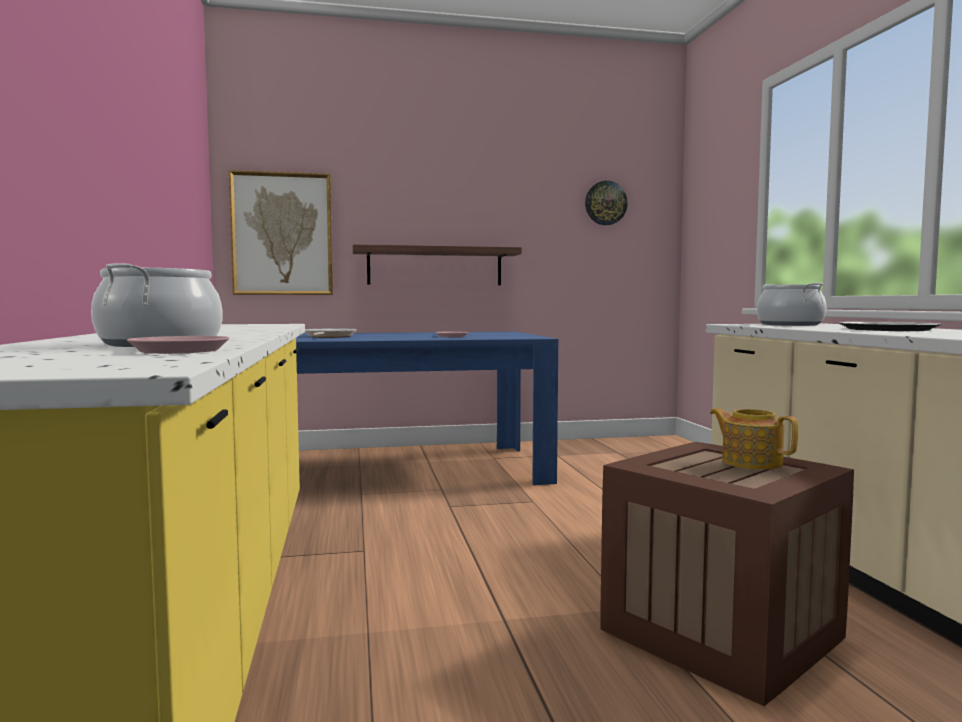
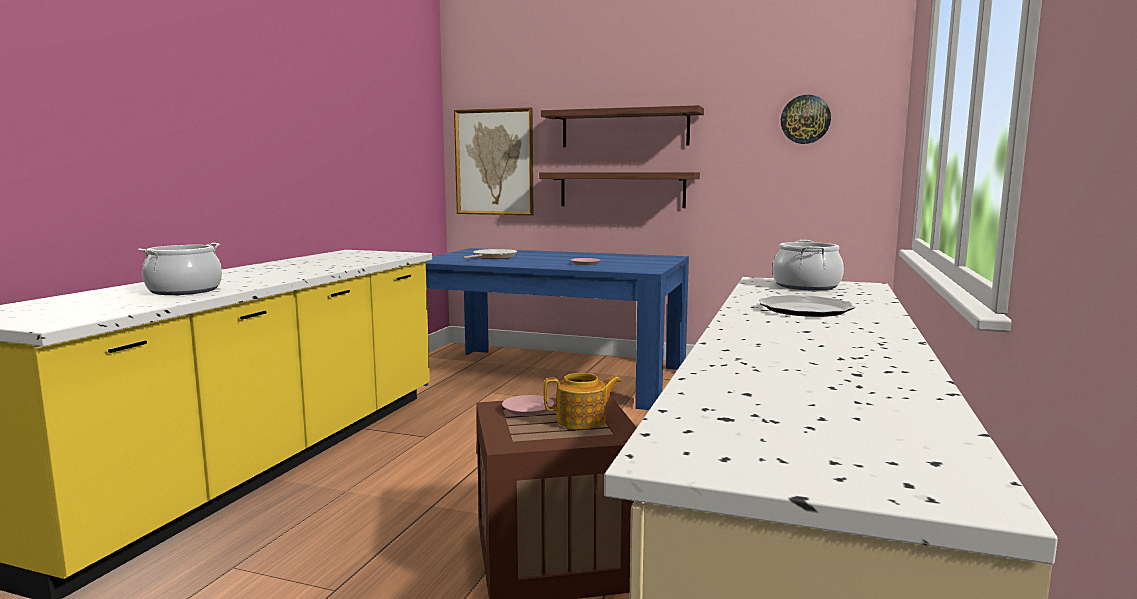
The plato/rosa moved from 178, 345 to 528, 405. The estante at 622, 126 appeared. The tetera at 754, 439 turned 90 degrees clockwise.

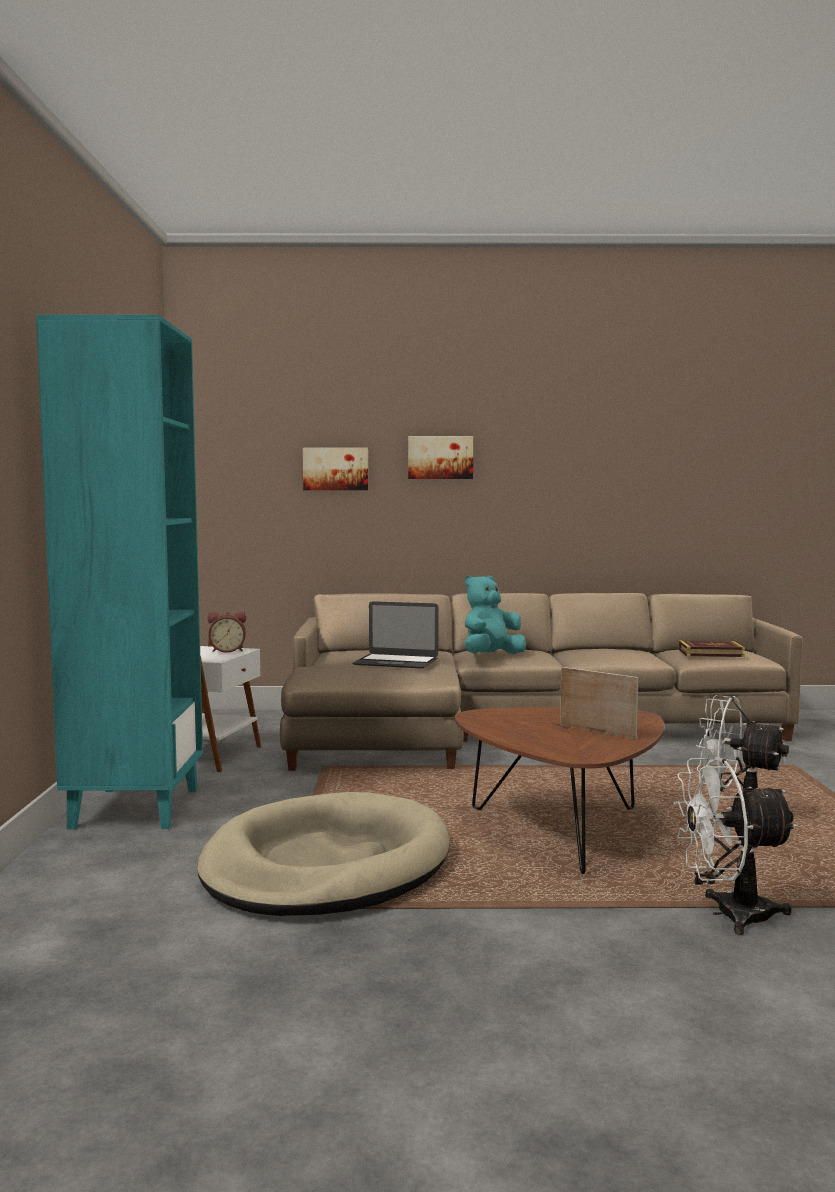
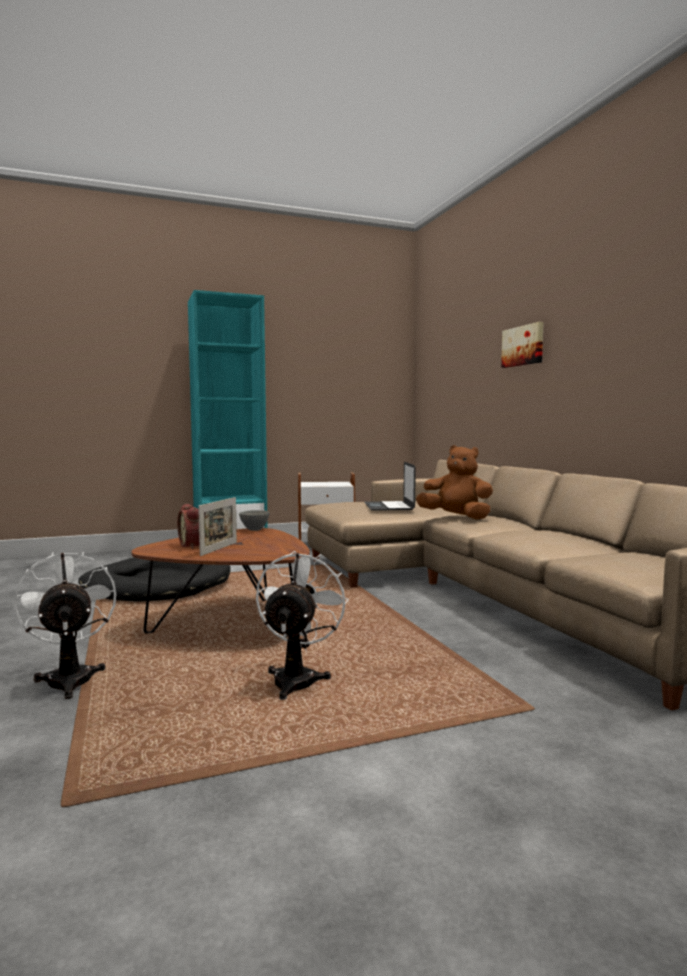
The cama para perro/beis at 323, 854 became the cama para perro/negro at 154, 579. The despertador moved from 227, 632 to 188, 526. The cuenco/gris at 254, 520 appeared. The peluche/turquesa at 495, 614 became the peluche/marrón at 454, 482. The cuadro at 335, 468 disappeared. The libro at 711, 648 disappeared.

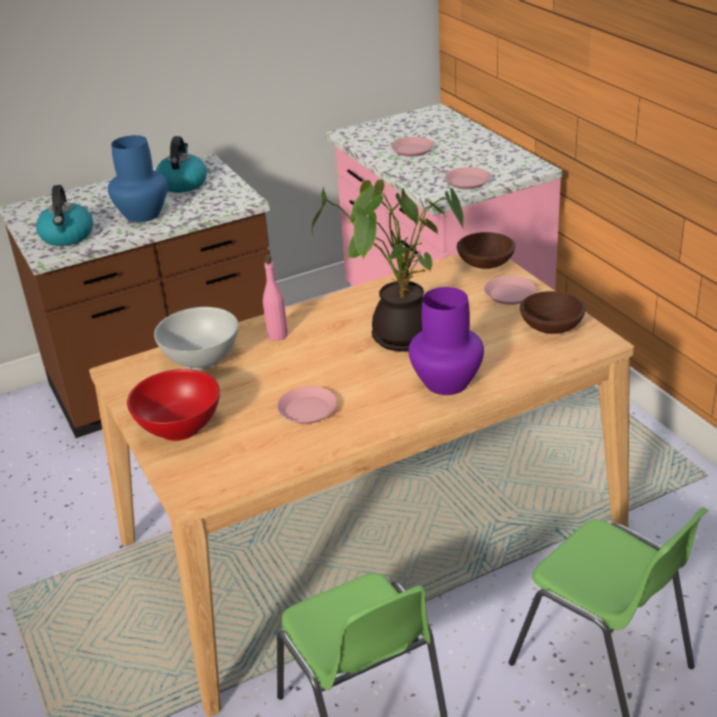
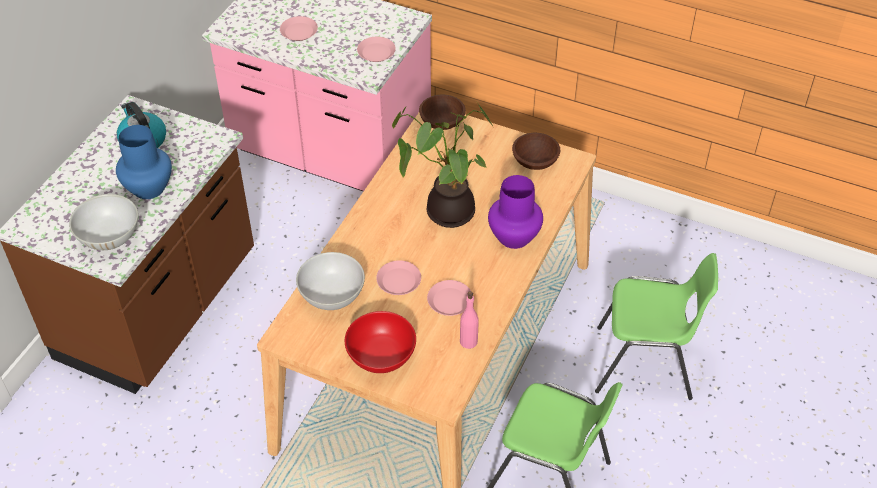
The hervidor at 64, 215 was replaced by the cuenco/blanco at 103, 222. The plato/rosa moved from 510, 290 to 398, 277. The botella/rosa moved from 275, 298 to 469, 320.

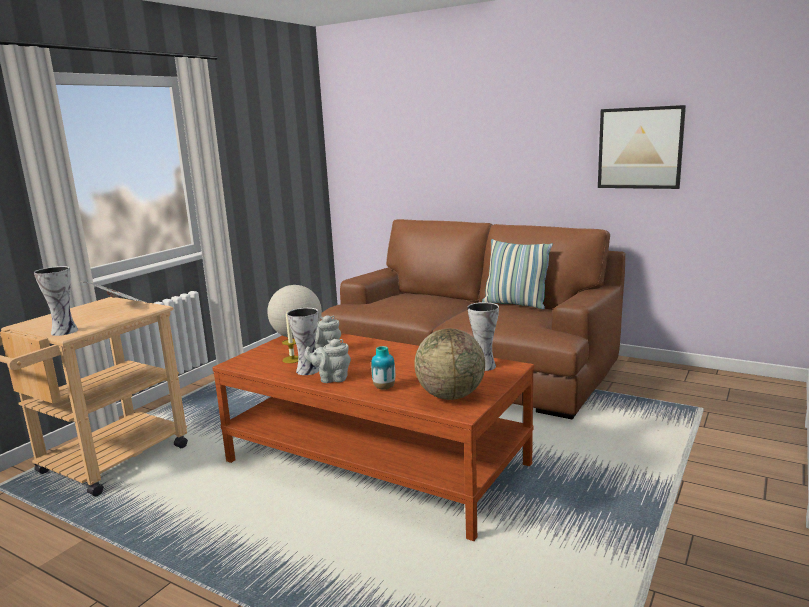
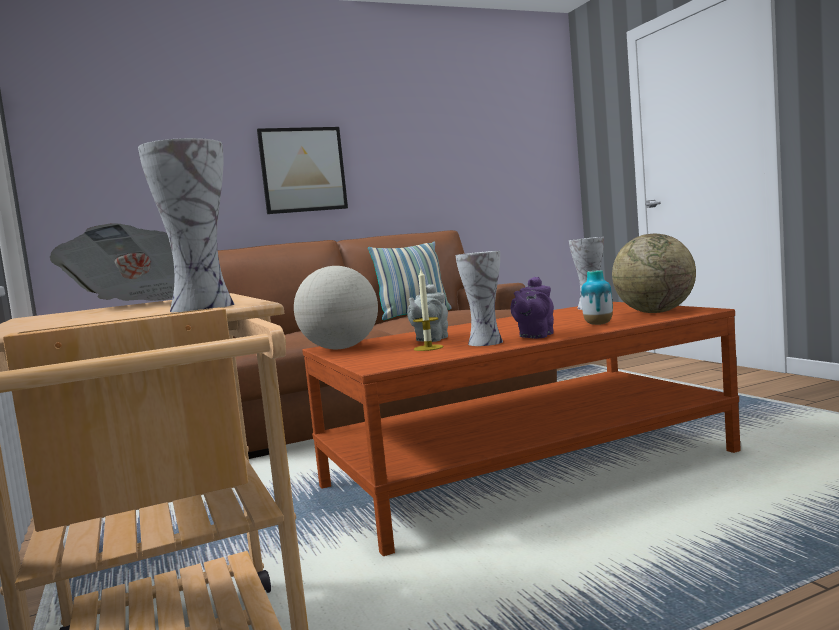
The cuadro moved from 642, 147 to 302, 170. The tetera/gris at 327, 361 became the tetera/morado at 532, 308.

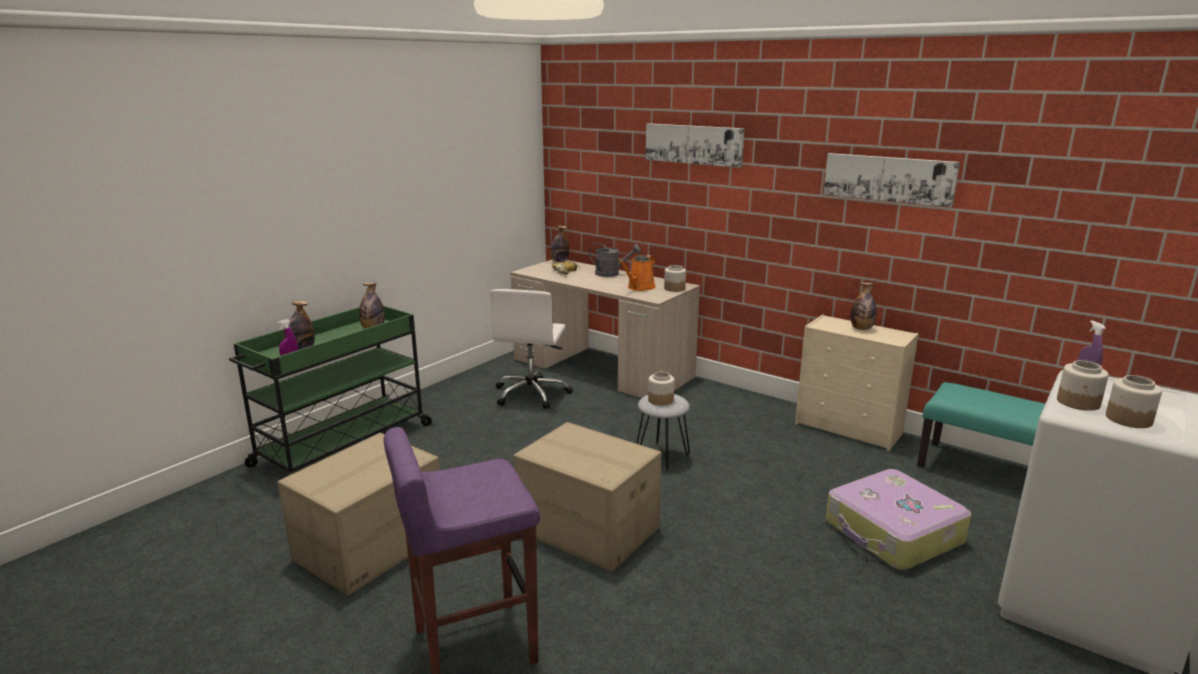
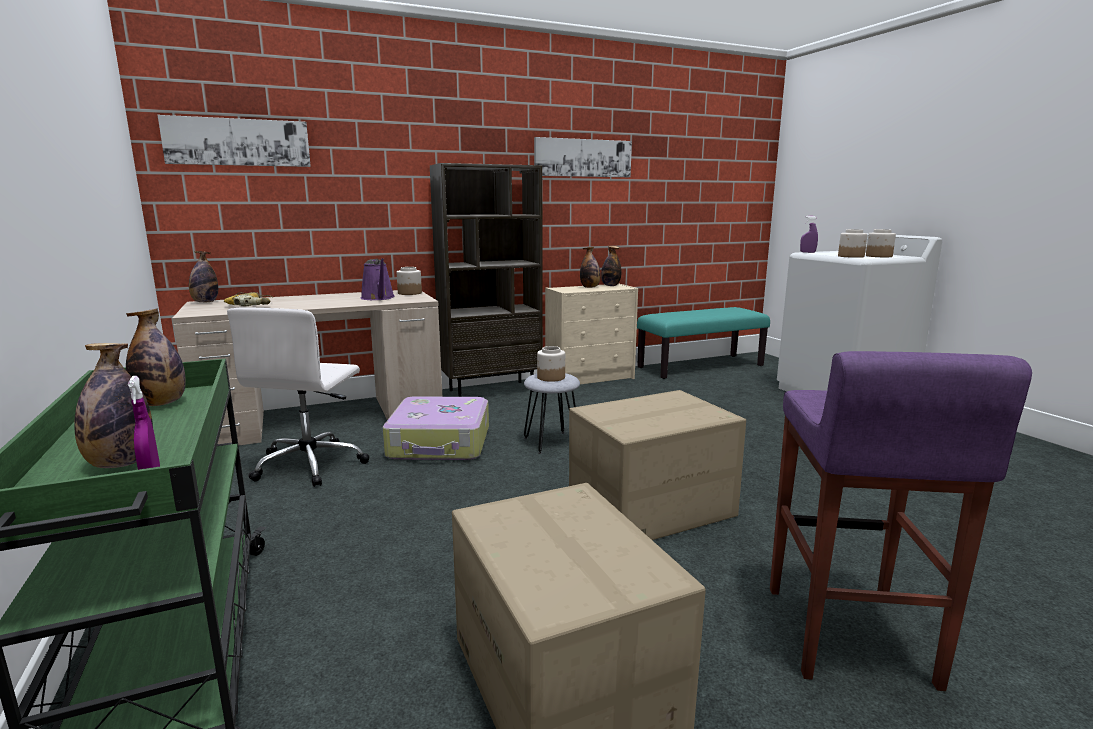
The cuadro moved from 695, 145 to 234, 141. The silla de oficina/blanco at 531, 349 turned 60 degrees clockwise. The regadera/naranja at 637, 273 became the regadera/morado at 378, 279. The maleta moved from 898, 519 to 436, 428. The estantería/marrón at 486, 280 appeared. The botella at 611, 266 appeared. The regadera/gris at 615, 260 disappeared.

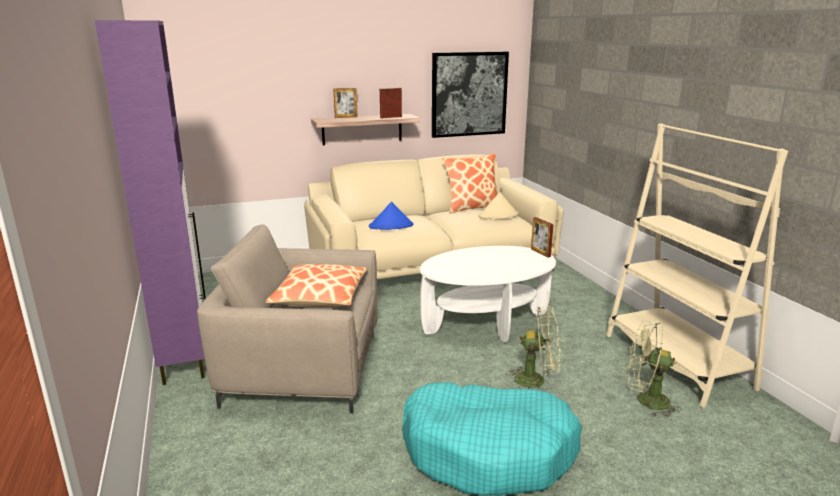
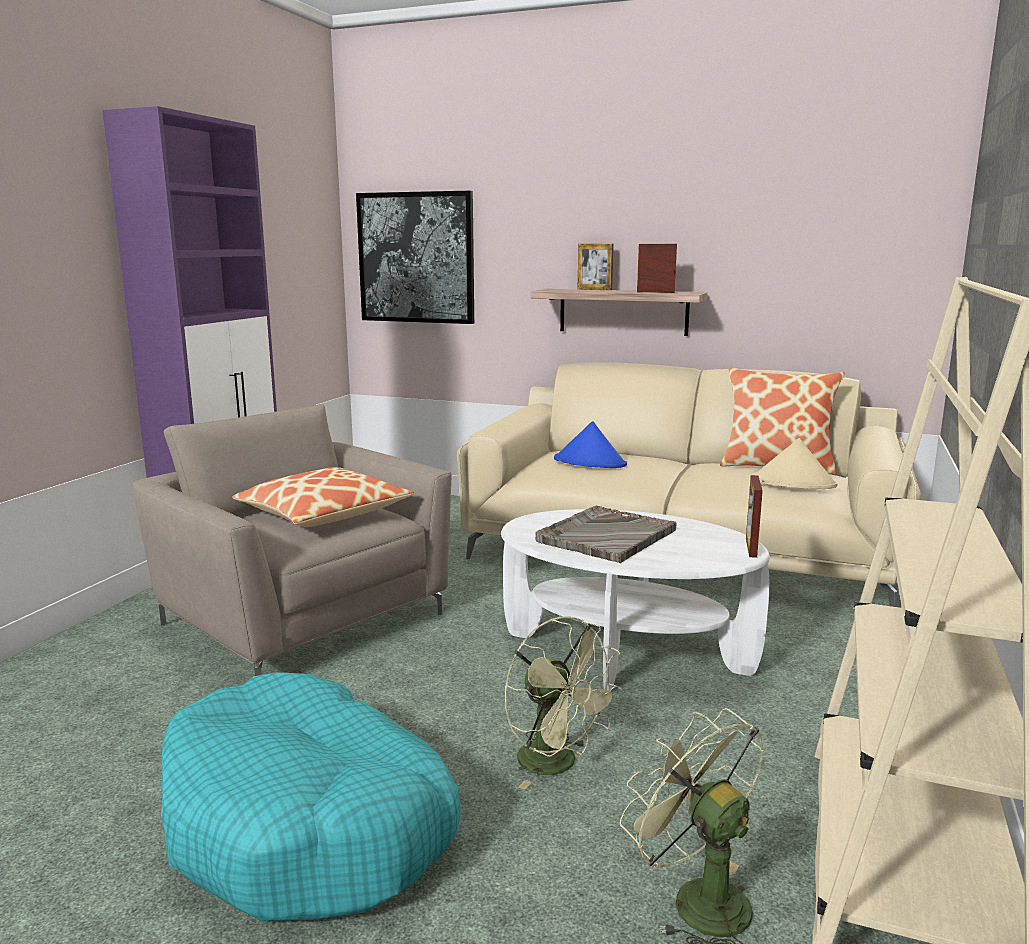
The cuadro moved from 470, 95 to 415, 257. The bandeja/gris at 606, 534 appeared.

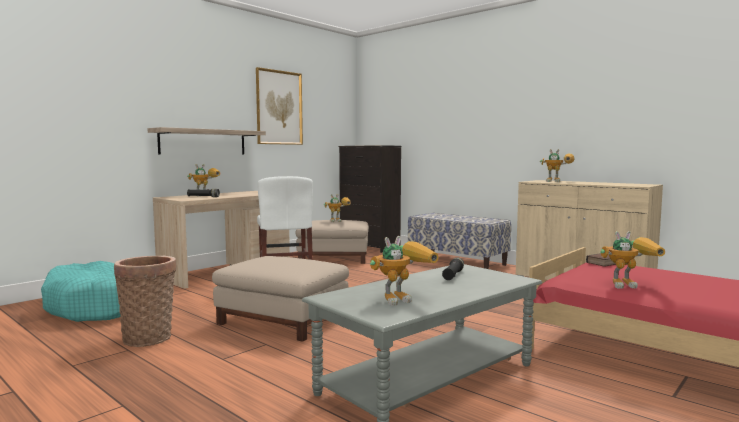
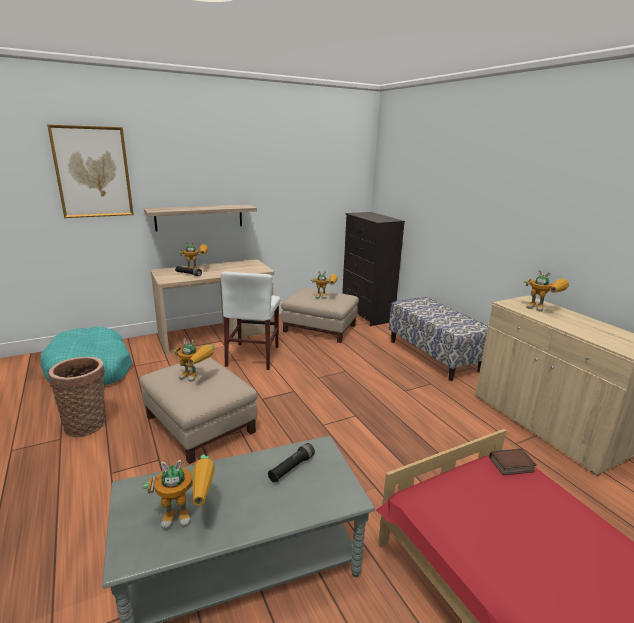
The cuadro moved from 279, 106 to 90, 171. The robot de juguete moved from 632, 260 to 194, 360.

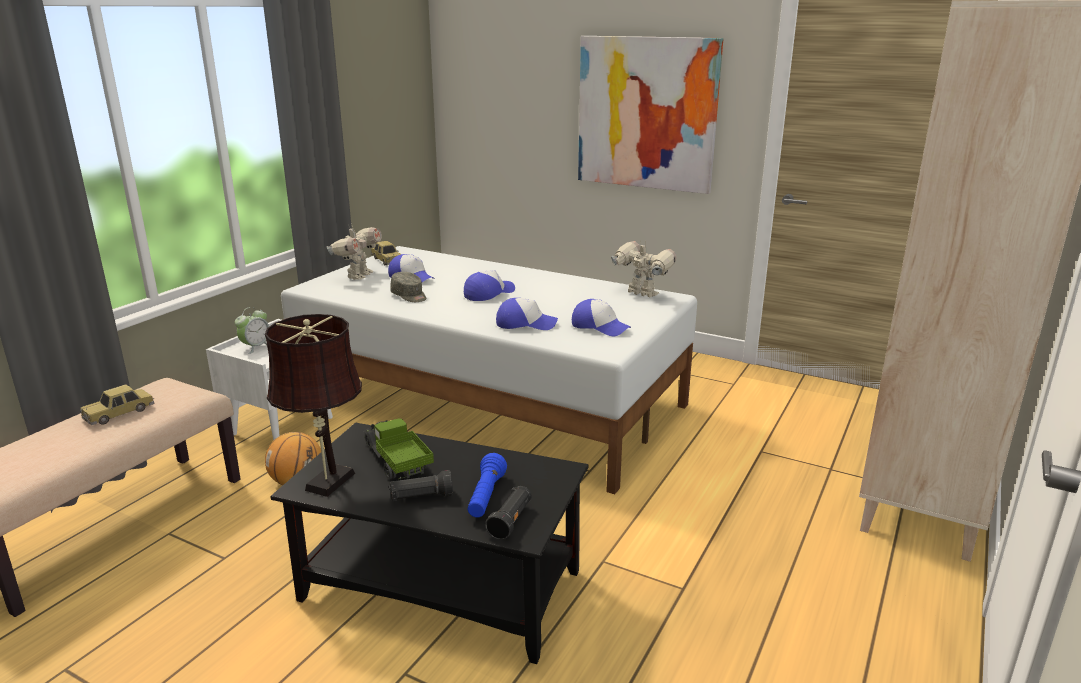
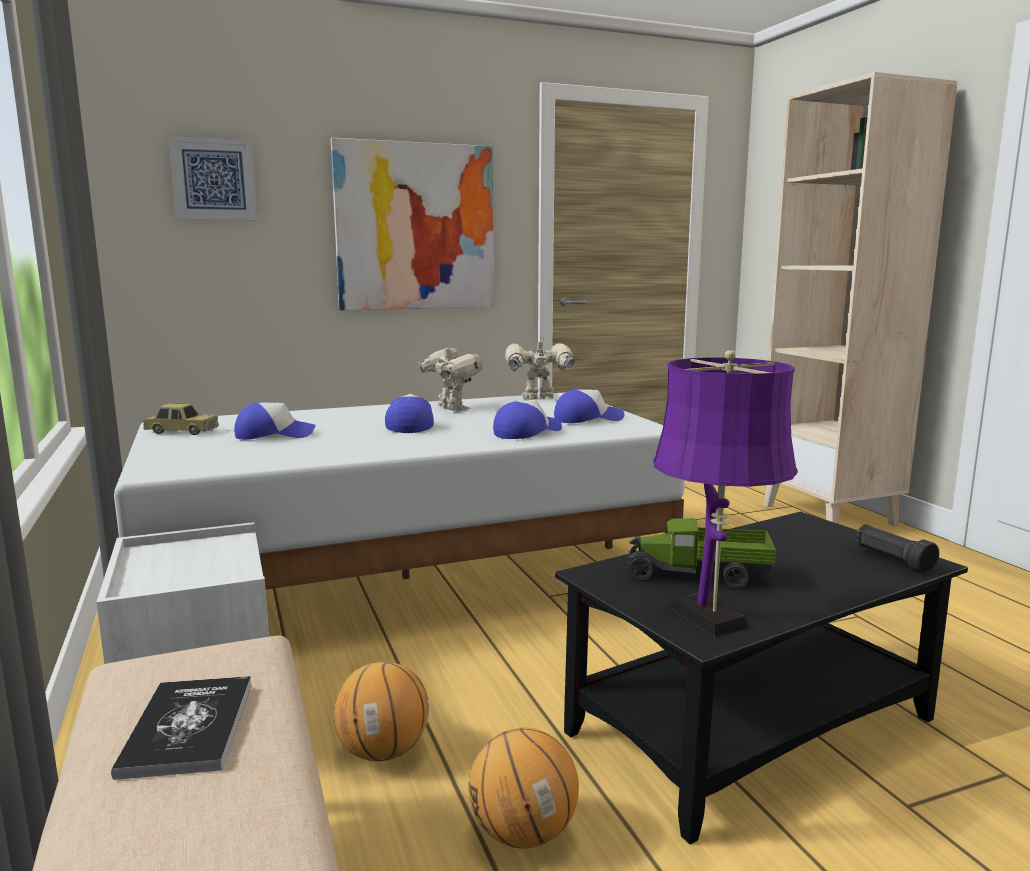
The coche de juguete at 117, 404 was replaced by the libro at 181, 728. The cuadro at 212, 178 appeared. The robot de juguete moved from 354, 251 to 450, 376. The balón de baloncesto at 523, 788 appeared. The lámpara de mesa/marrón at 313, 405 became the lámpara de mesa/morado at 725, 493. The despertador at 252, 330 disappeared. The linterna/negro at 421, 485 disappeared. The gorra/gris at 408, 287 disappeared. The linterna/azul at 487, 485 disappeared.

